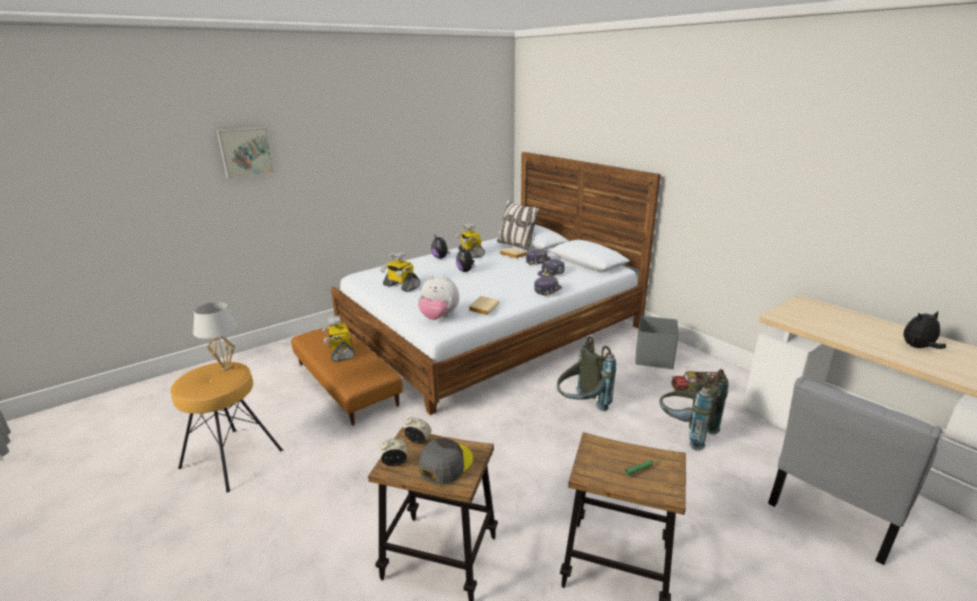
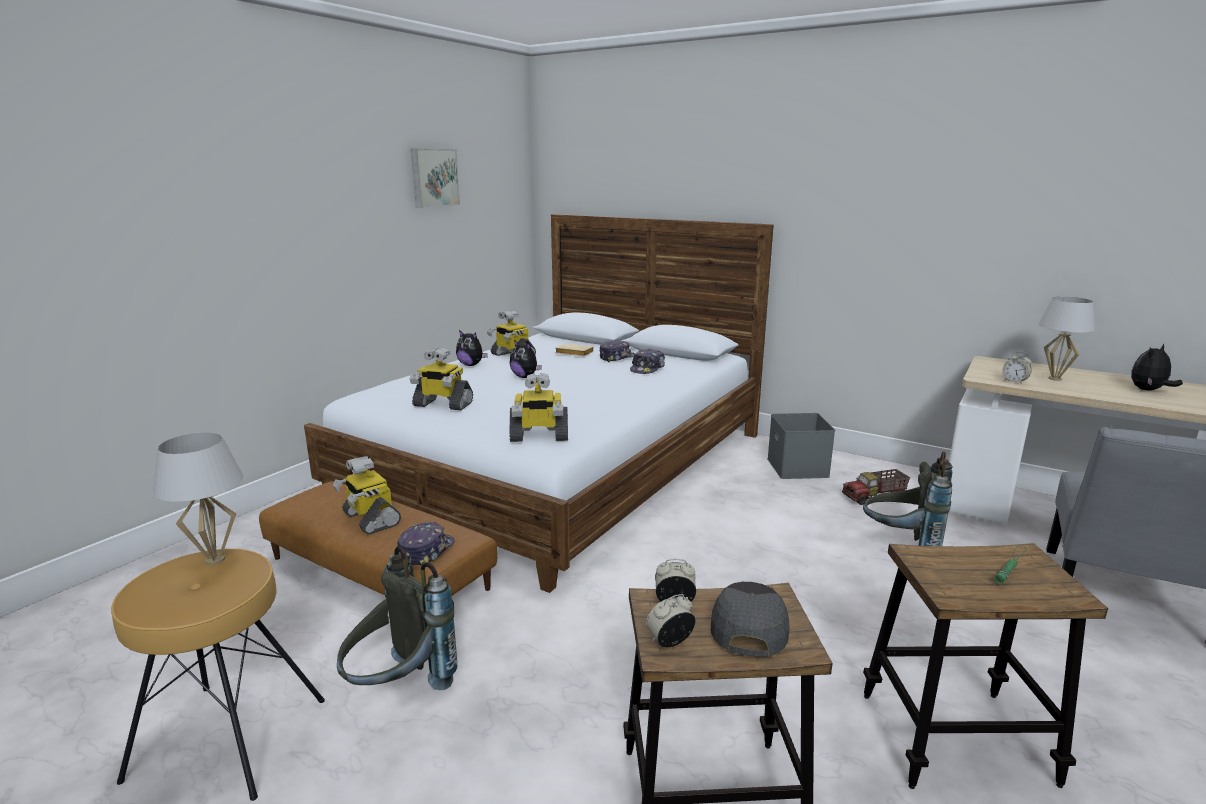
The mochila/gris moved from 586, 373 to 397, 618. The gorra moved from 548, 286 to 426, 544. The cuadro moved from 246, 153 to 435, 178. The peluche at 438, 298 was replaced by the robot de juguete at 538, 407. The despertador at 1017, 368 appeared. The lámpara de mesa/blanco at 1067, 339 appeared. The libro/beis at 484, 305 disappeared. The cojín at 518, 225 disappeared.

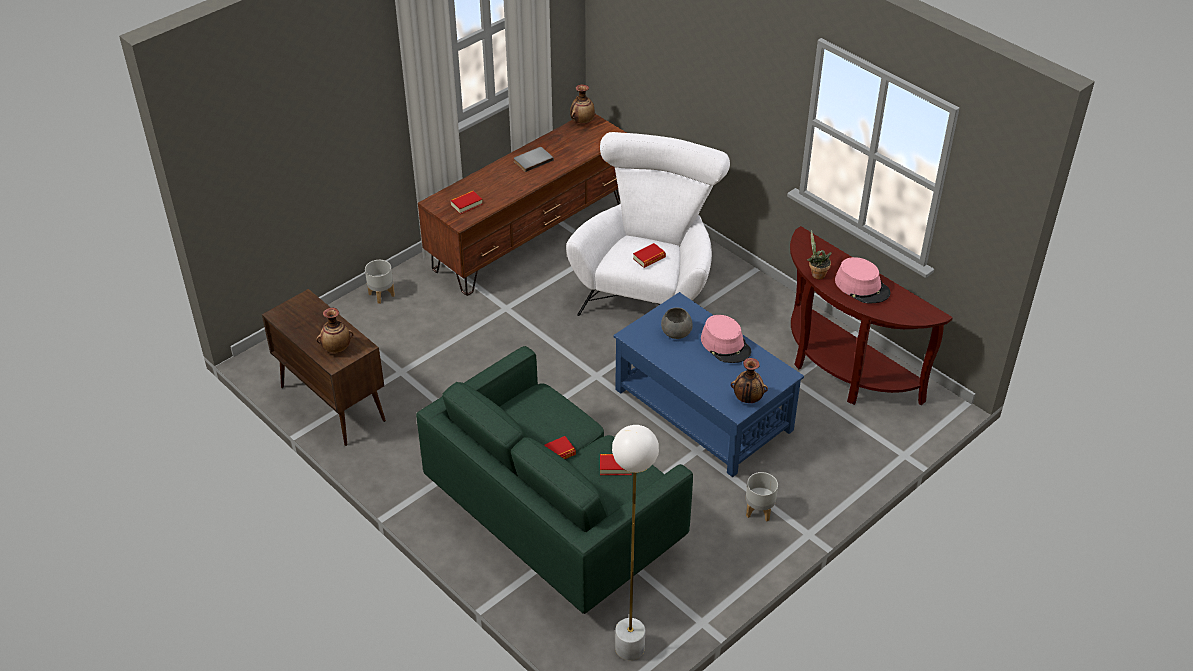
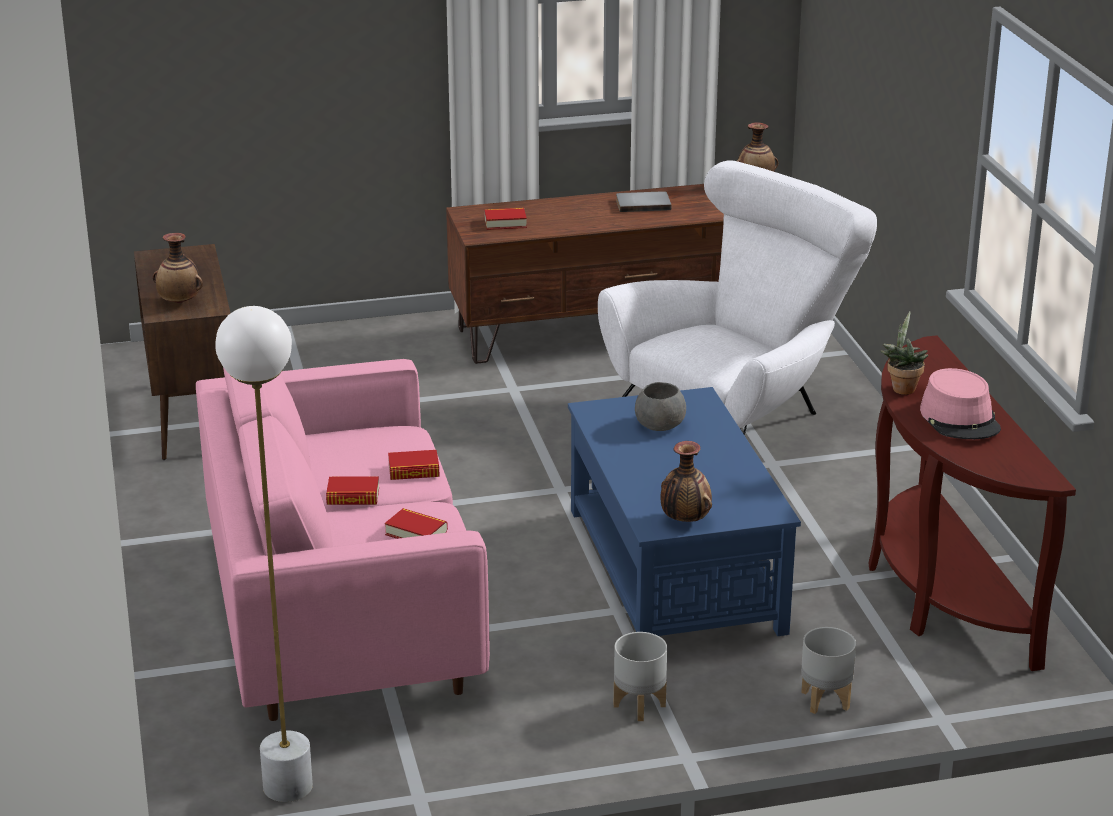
The sofá/verde at 554, 480 became the sofá/rosa at 343, 540. The libro moved from 649, 255 to 414, 465. The maceta/gris moved from 380, 282 to 828, 670. The sombrero/rosa at 726, 339 disappeared.

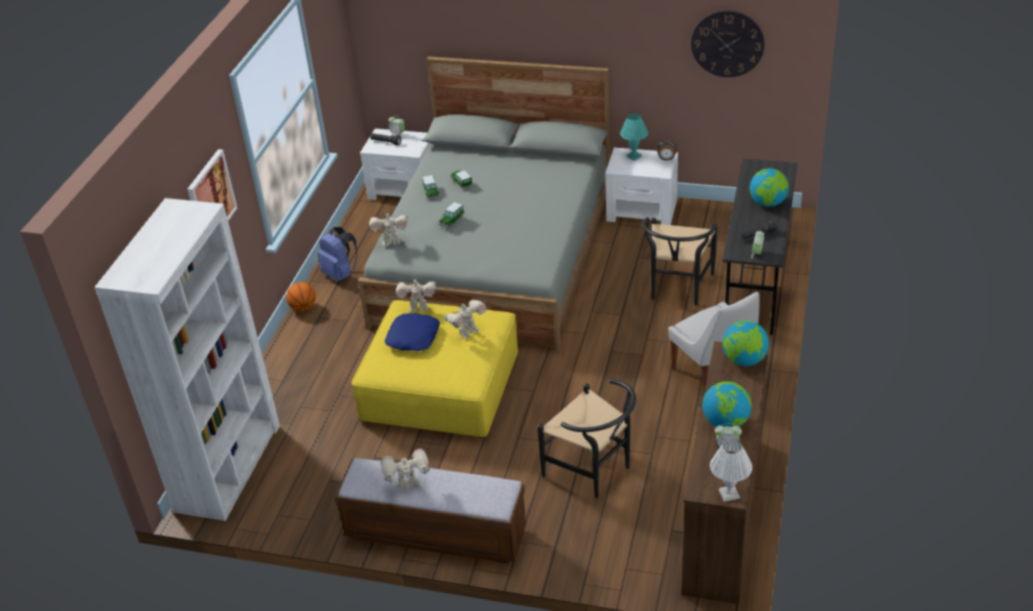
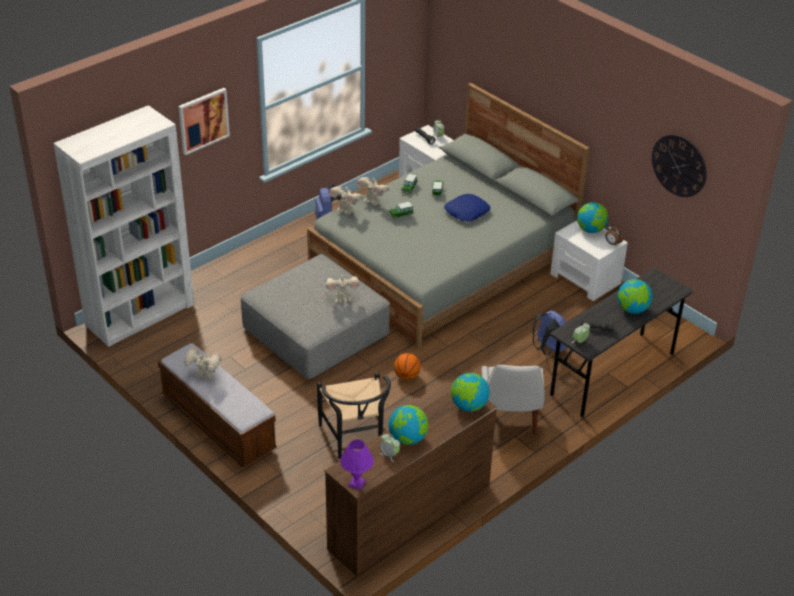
The puf/amarillo at 435, 368 became the puf/gris at 315, 317. The lámpara de mesa/blanco at 731, 471 became the lámpara de mesa/morado at 357, 465. The robot de juguete moved from 416, 294 to 373, 191. The balón de baloncesto moved from 301, 296 to 407, 366. The cojín/azul moved from 412, 332 to 467, 208. The silla/negro at 680, 261 was replaced by the mochila/azul at 550, 332. The lámpara de mesa/turquesa at 634, 137 was replaced by the globo terráqueo at 592, 217.

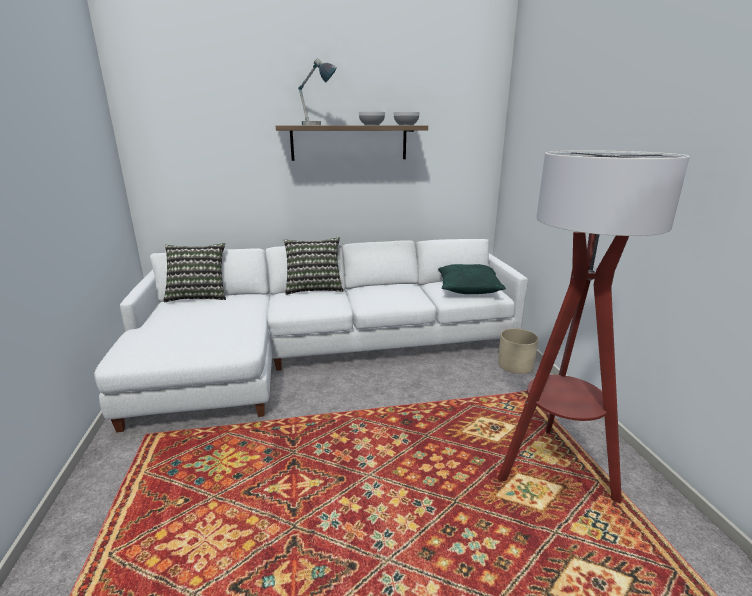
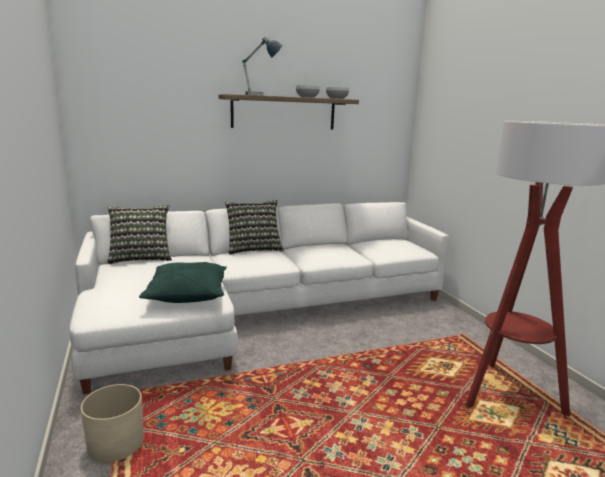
The maceta/beis moved from 518, 351 to 112, 423. The cojín/verde moved from 472, 279 to 183, 282.

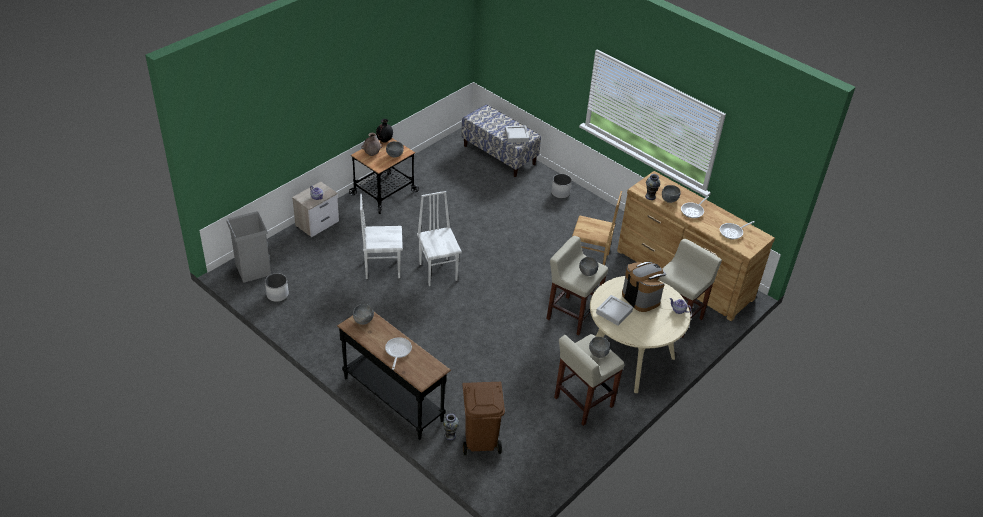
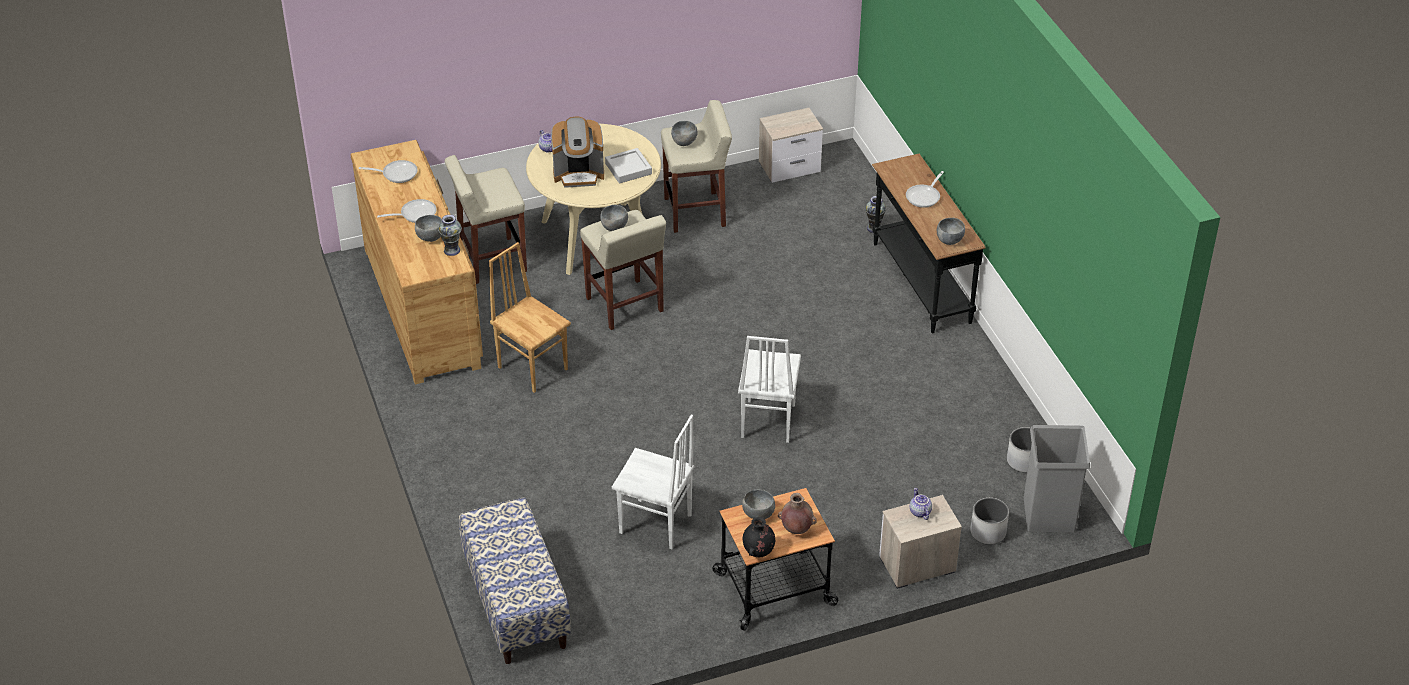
The cafetera at 644, 287 turned 90 degrees counterclockwise. The silla/blanco moved from 381, 236 to 653, 481. The mesita de noche at 791, 145 appeared. The maceta/blanco moved from 561, 186 to 989, 521. The papelera/marrón at 484, 418 disappeared. The bandeja/gris at 517, 134 disappeared.

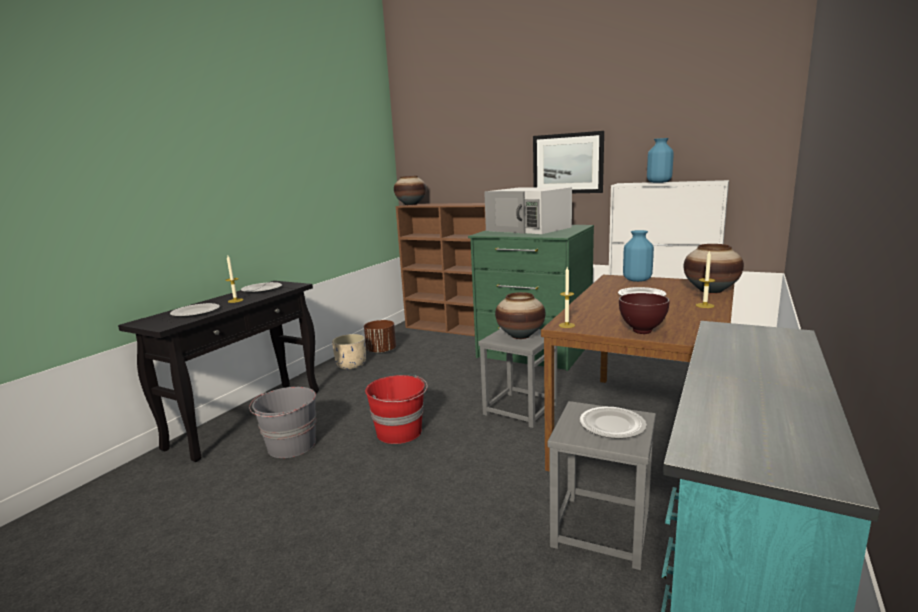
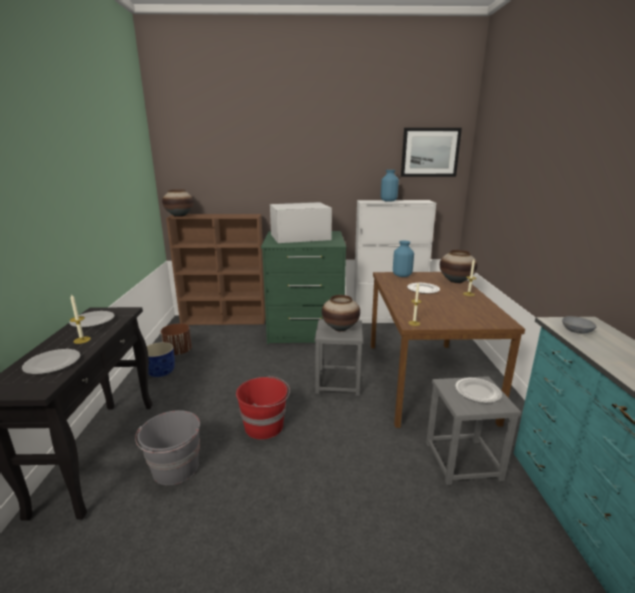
The maceta/beis at 349, 351 became the maceta/azul at 161, 359. The microondas/blanco at 528, 210 turned 150 degrees clockwise. The cuadro moved from 568, 162 to 431, 152. The cuenco/gris at 579, 325 appeared. The cuenco/marrón at 644, 313 disappeared.

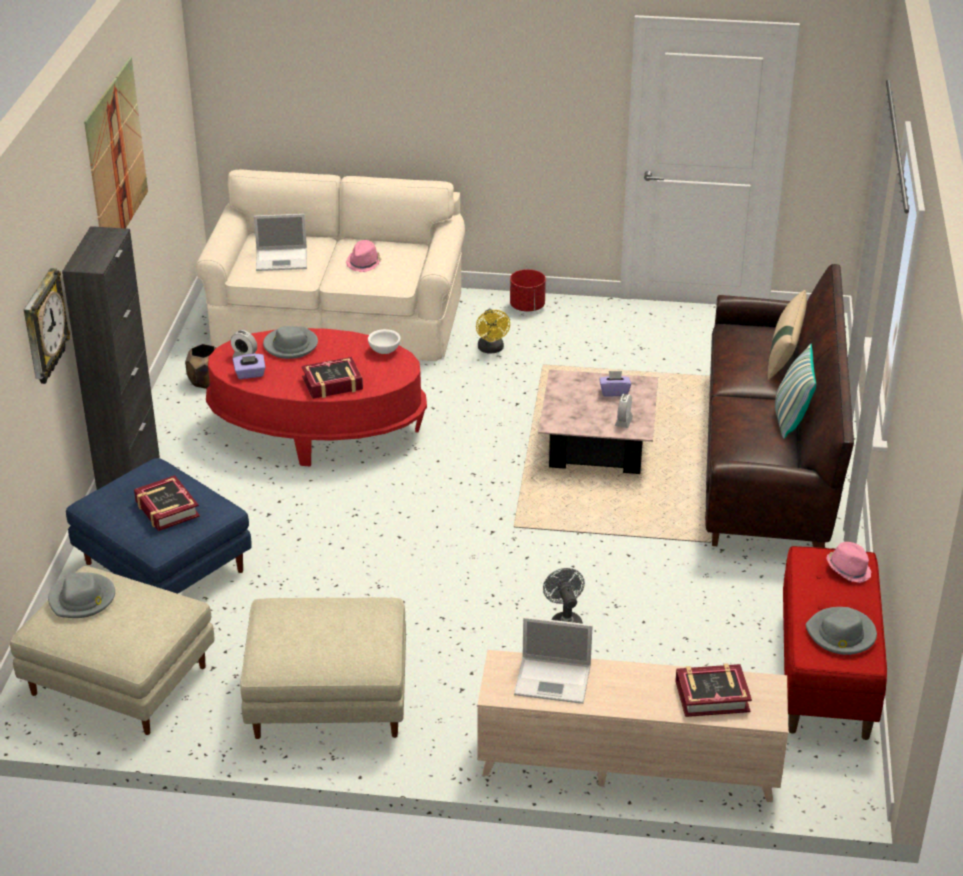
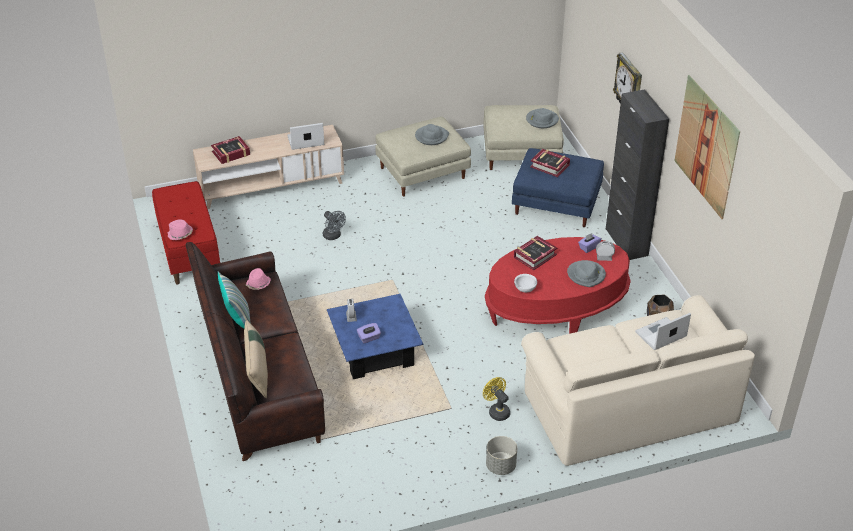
The sombrero/rosa moved from 363, 256 to 258, 279. The mesa de centro/rosa at 598, 422 became the mesa de centro/azul at 375, 336. The sombrero/gris moved from 841, 631 to 432, 134. The maceta/rojo at 528, 290 became the maceta/gris at 501, 455.

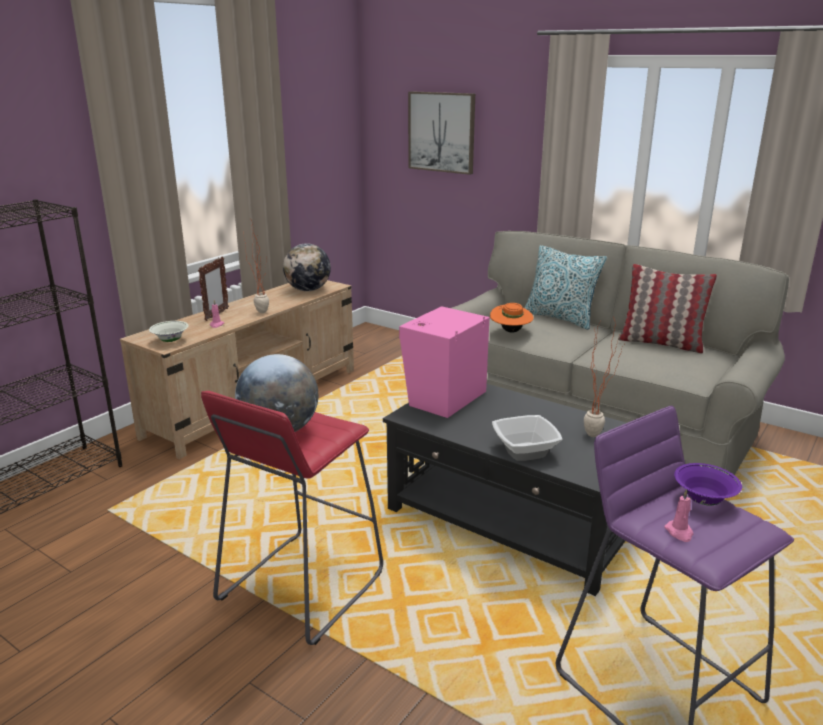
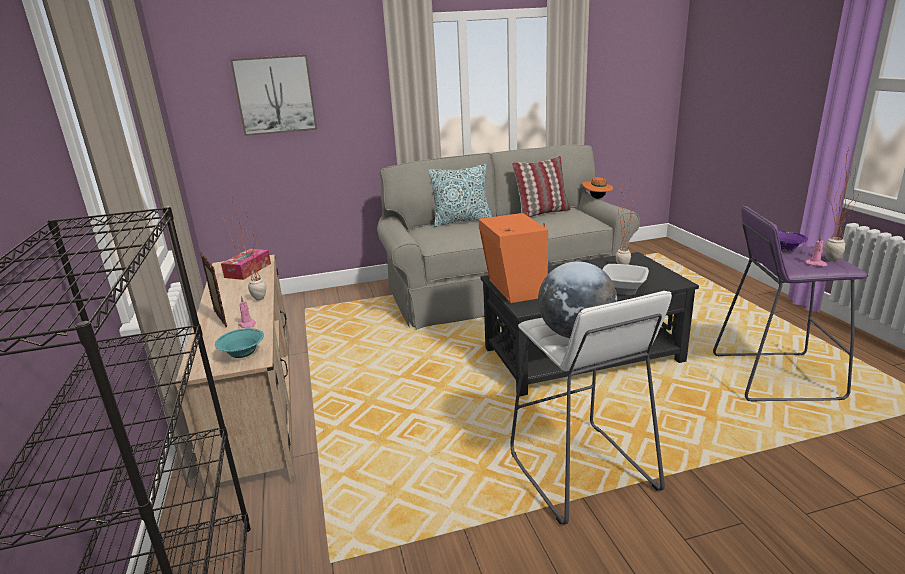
The cuenco/blanco at 169, 331 became the cuenco/turquesa at 239, 343. The globo terráqueo at 307, 267 was replaced by the caja de pañuelos at 246, 264. The altavoz/rosa at 444, 362 became the altavoz/naranja at 513, 257. The taburete/rojo at 292, 518 became the taburete/blanco at 591, 408. The sombrero/naranja moved from 512, 318 to 598, 188. The planta en maceta at 842, 204 appeared.

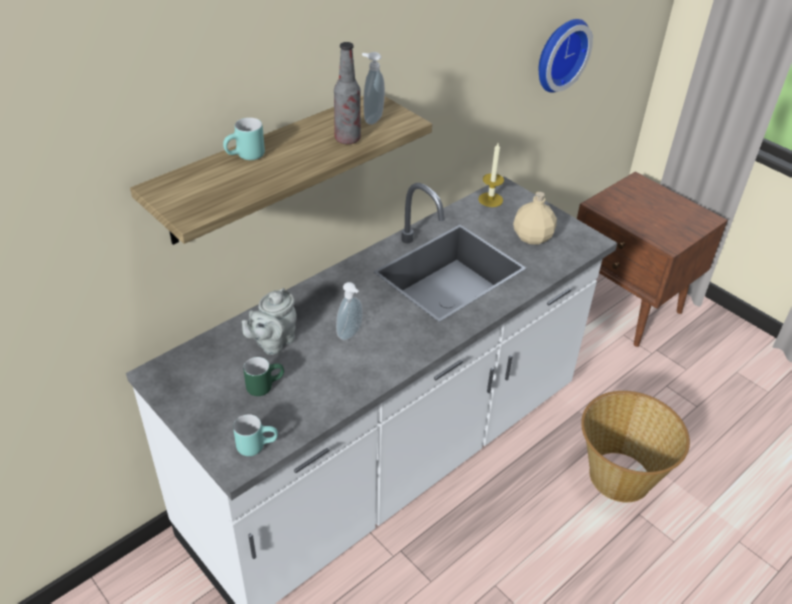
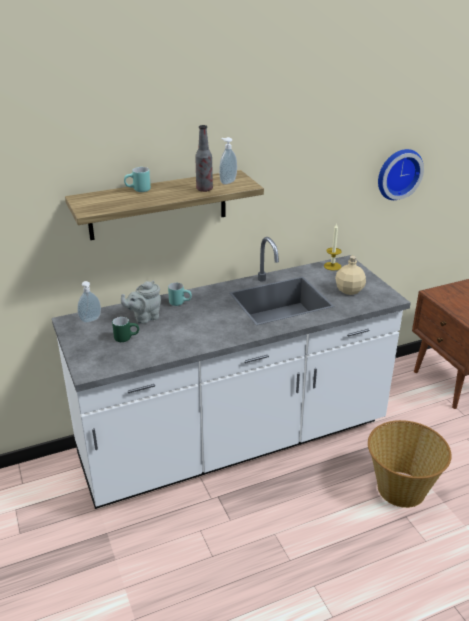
The dispensador de jabón moved from 349, 311 to 89, 302. The taza grande/turquesa moved from 255, 435 to 180, 294.

